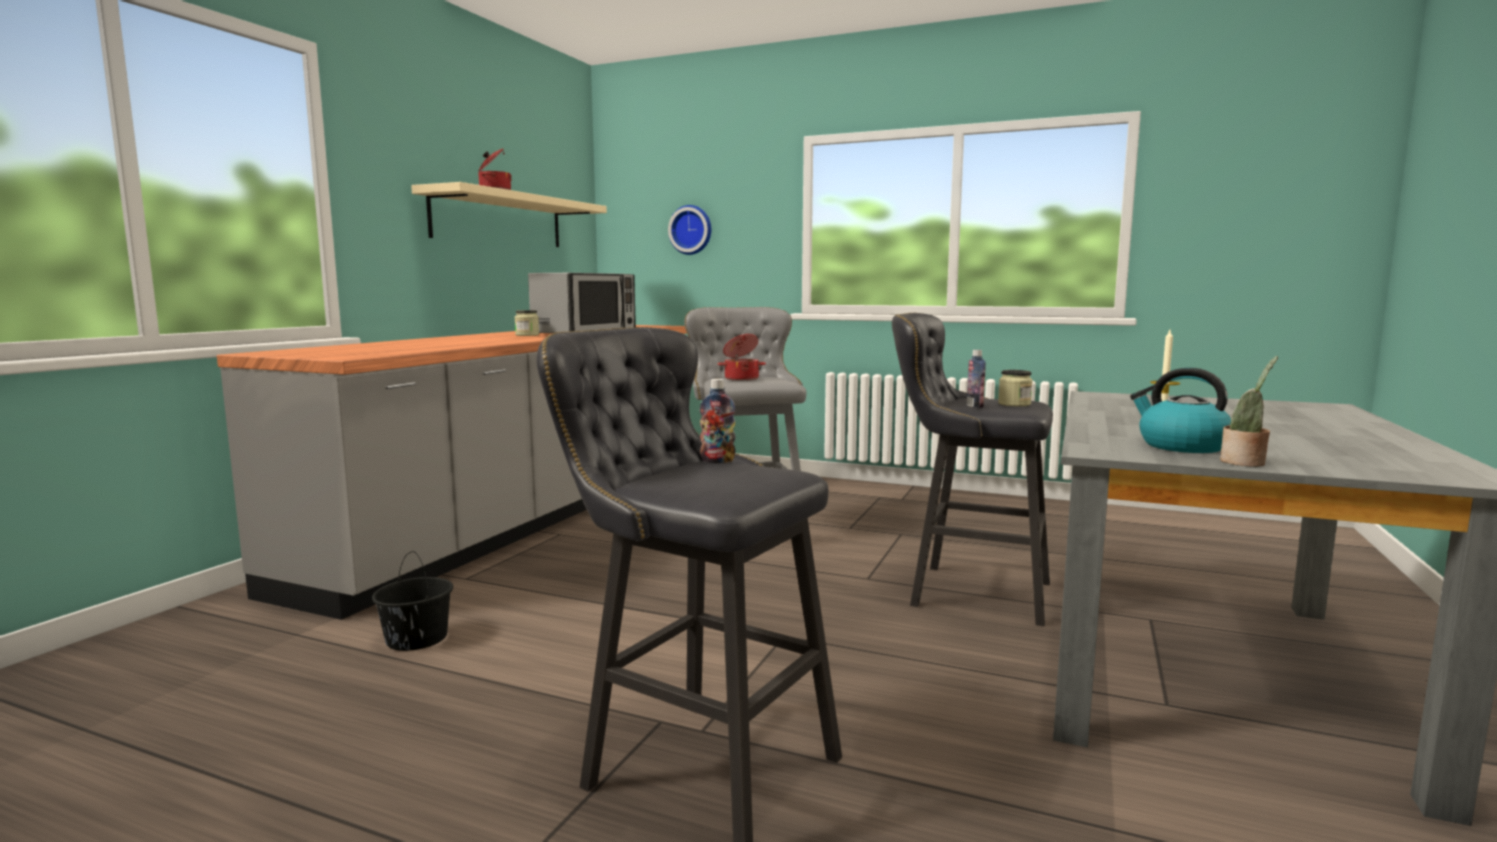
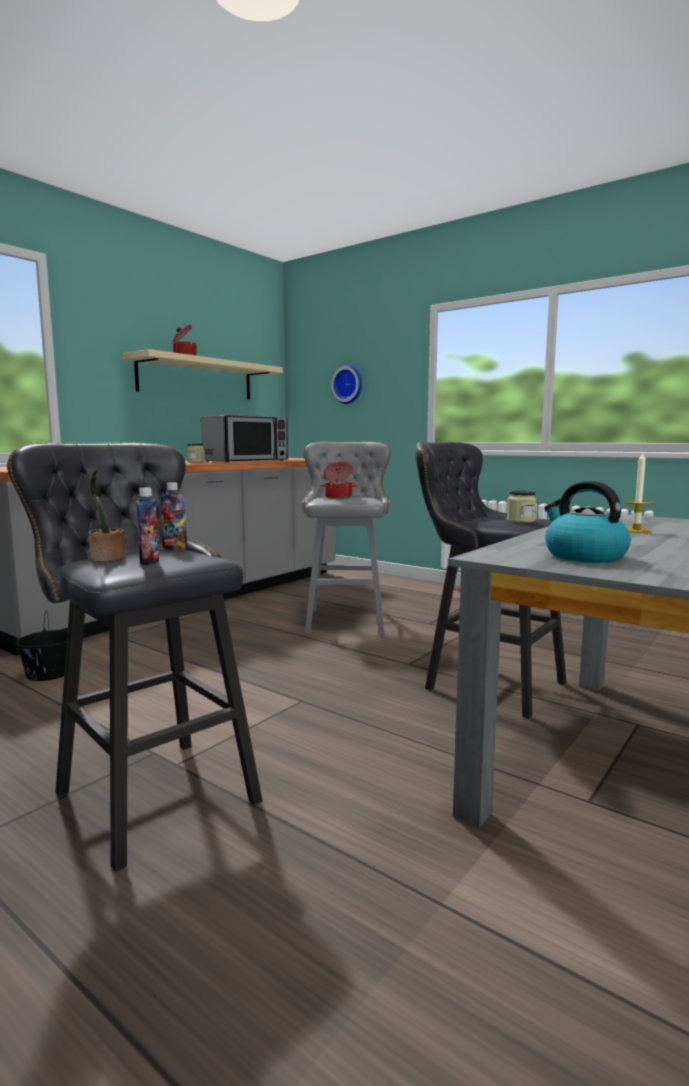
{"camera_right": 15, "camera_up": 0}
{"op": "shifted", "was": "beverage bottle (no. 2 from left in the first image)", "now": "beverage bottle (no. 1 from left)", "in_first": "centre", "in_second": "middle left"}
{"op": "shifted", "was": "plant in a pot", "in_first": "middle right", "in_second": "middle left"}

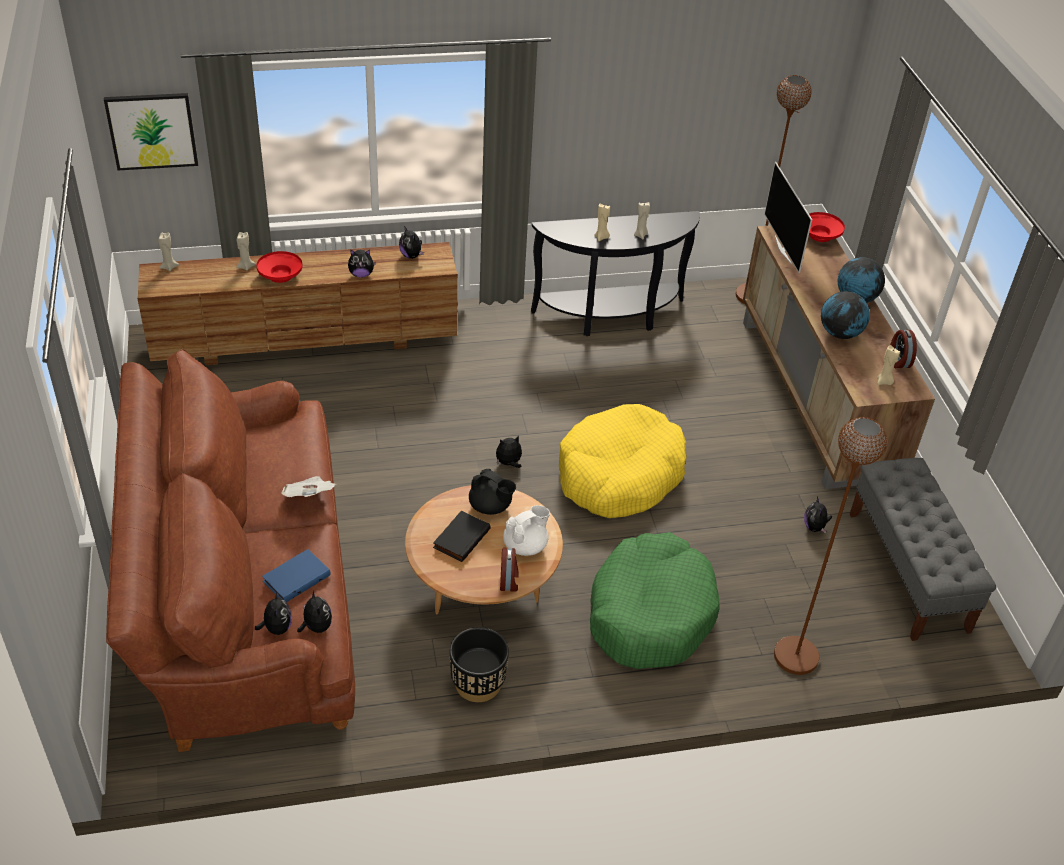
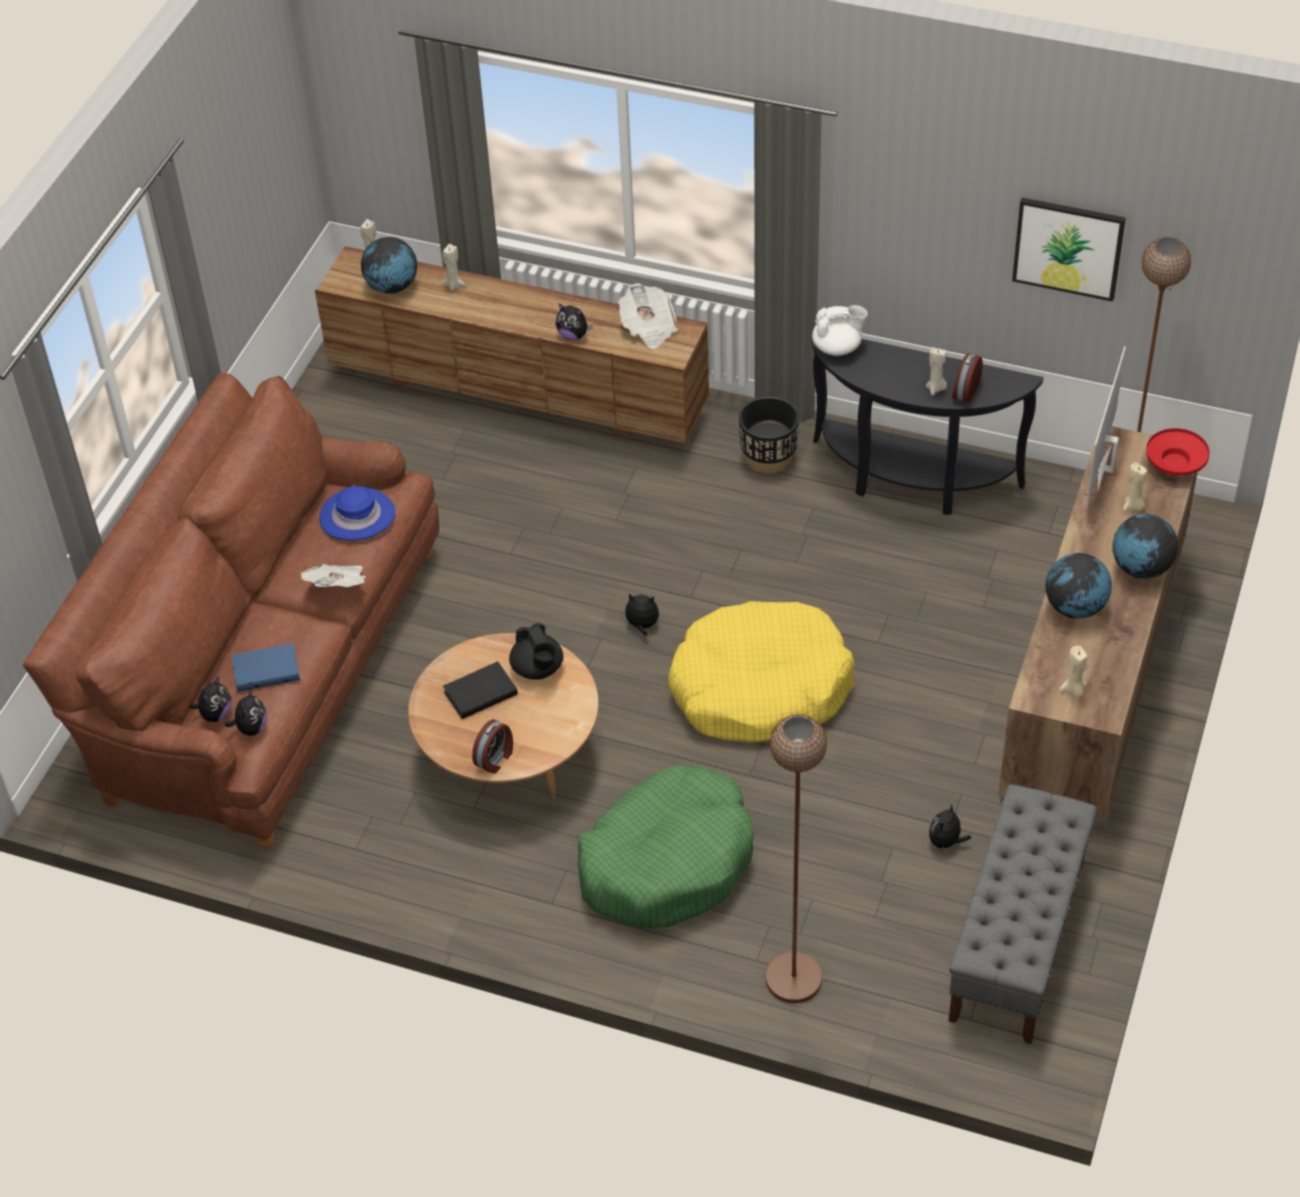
{"camera_right": 35, "camera_up": 5}
{"op": "gone", "was": "bowl in red-coloured (no. 1 from left)", "in_first": "top left"}
{"op": "new", "now": "clothing hat in blue-coloured", "in_second": "middle left"}
{"op": "new", "now": "desk globe (no. 1 from left)", "in_second": "top left"}
{"op": "shifted", "was": "wall picture", "in_first": "top left", "in_second": "top right"}
{"op": "shifted", "was": "flower pot in black-coloured", "in_first": "bottom centre", "in_second": "centre"}
{"op": "shifted", "was": "teapot in whitish", "in_first": "centre", "in_second": "top centre"}
{"op": "shifted", "was": "wax light in sand-coloured (no. 3 from left in the first image)", "now": "wax light in sand-coloured (no. 5 from left)", "in_first": "top centre", "in_second": "middle right"}
{"op": "shifted", "was": "table clock (no. 2 from left)", "in_first": "middle right", "in_second": "top right"}
{"op": "swapped", "was": "plush toy (no. 4 from left)", "now": "printed paper (no. 2 from left)", "in_first": "top centre", "in_second": "top centre"}

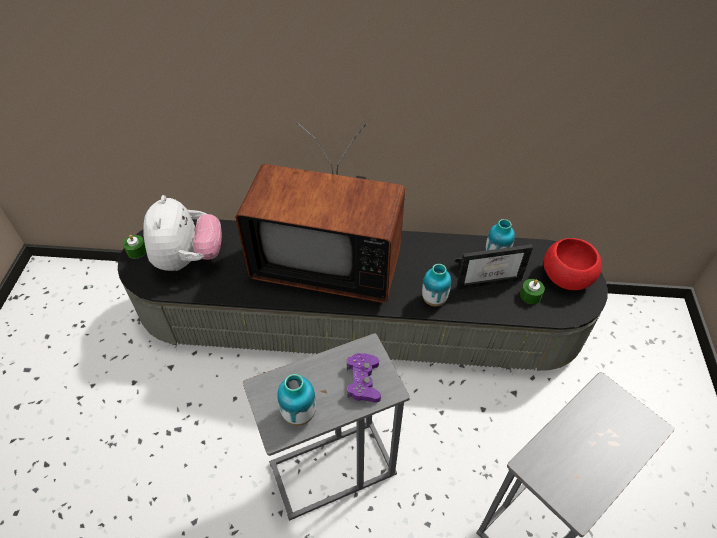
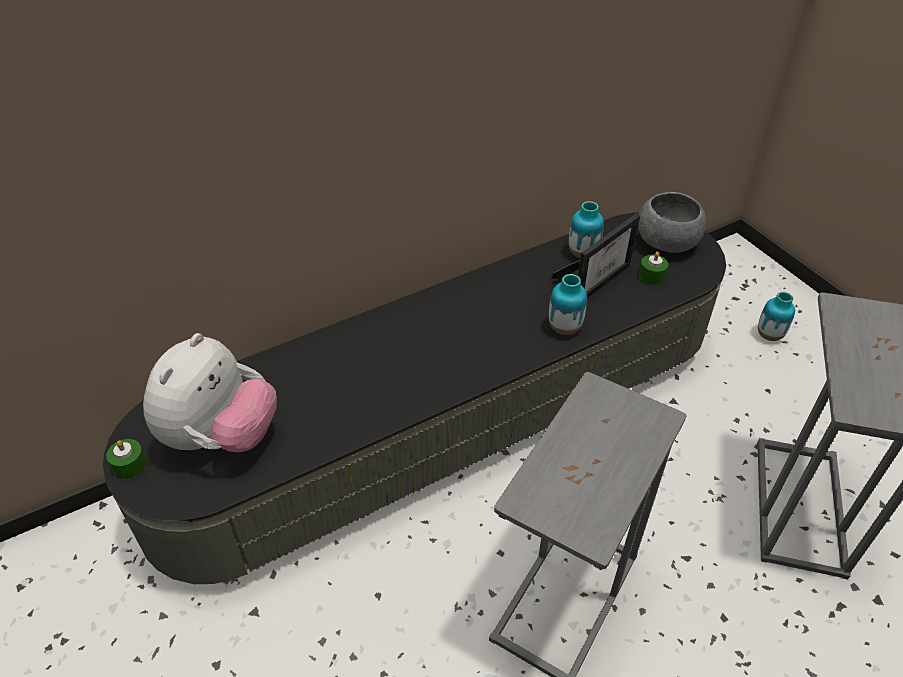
{"camera_right": -35, "camera_up": -5}
{"op": "gone", "was": "television", "in_first": "centre"}
{"op": "gone", "was": "game controller in purplish", "in_first": "bottom centre"}
{"op": "shifted", "was": "decorative vase (no. 1 from left in the first image)", "now": "decorative vase (no. 3 from left)", "in_first": "bottom centre", "in_second": "middle right"}
{"op": "repainted", "was": "bowl in red-coloured", "now": "bowl in grey", "in_first": "middle right", "in_second": "top right"}
{"op": "rotated", "was": "plush toy", "in_first": "middle left", "in_second": "middle left", "clockwise": 60}

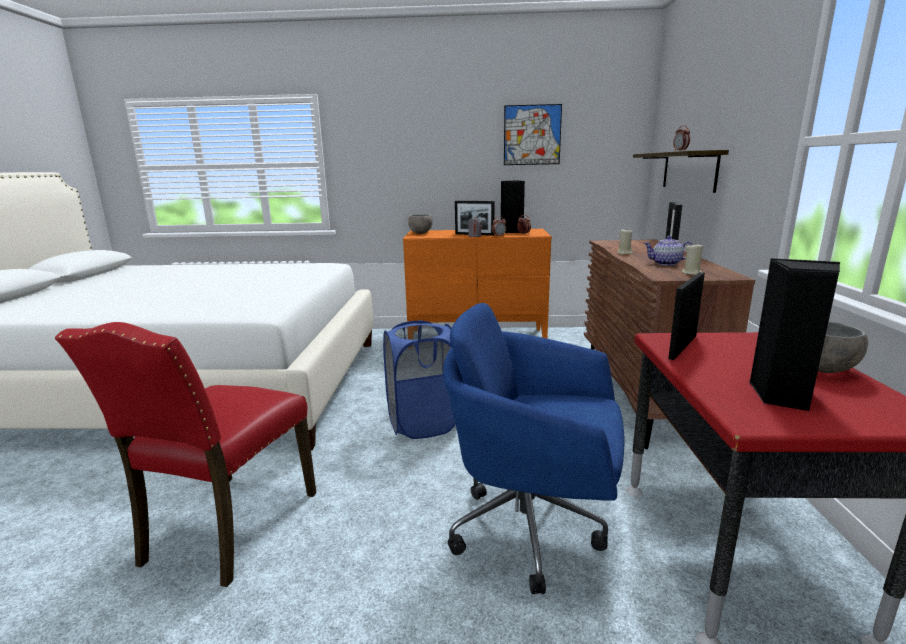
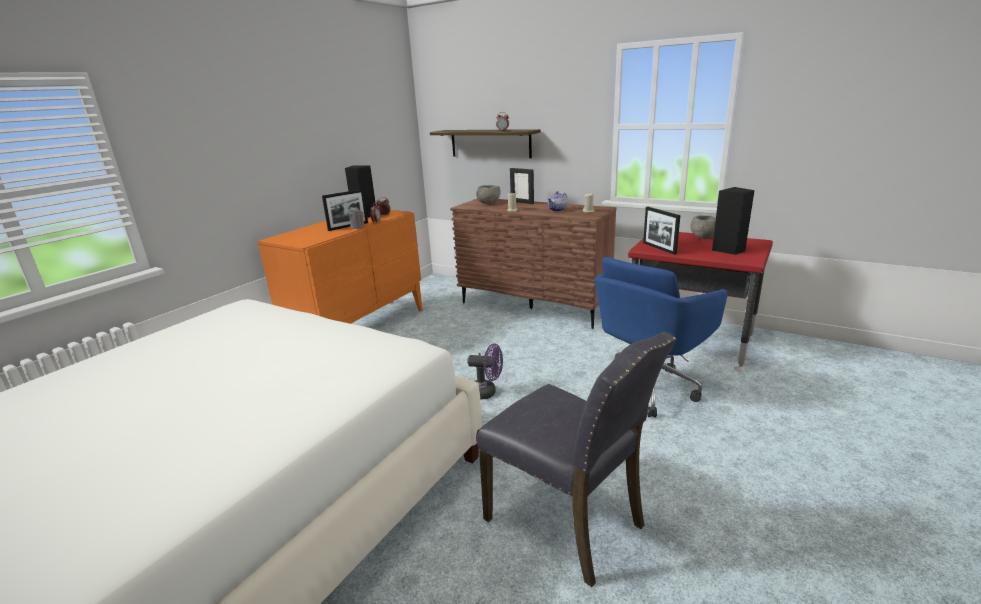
{"camera_right": -60, "camera_up": 5}
{"op": "gone", "was": "wall picture", "in_first": "top centre"}
{"op": "shifted", "was": "bowl in grey (no. 1 from left)", "in_first": "centre", "in_second": "top centre"}
{"op": "swapped", "was": "hamper in blue-coloured", "now": "electric fan in purplish", "in_first": "centre", "in_second": "centre"}
{"op": "repainted", "was": "upright chair in red-coloured", "now": "upright chair in grey", "in_first": "bottom left", "in_second": "bottom centre"}

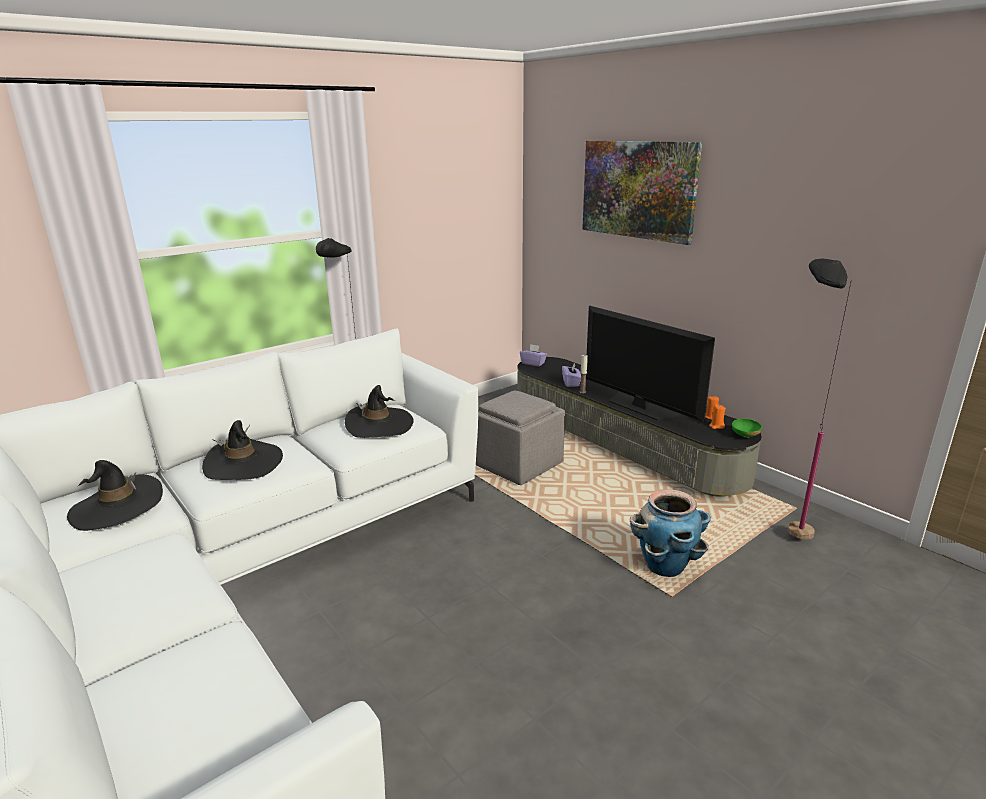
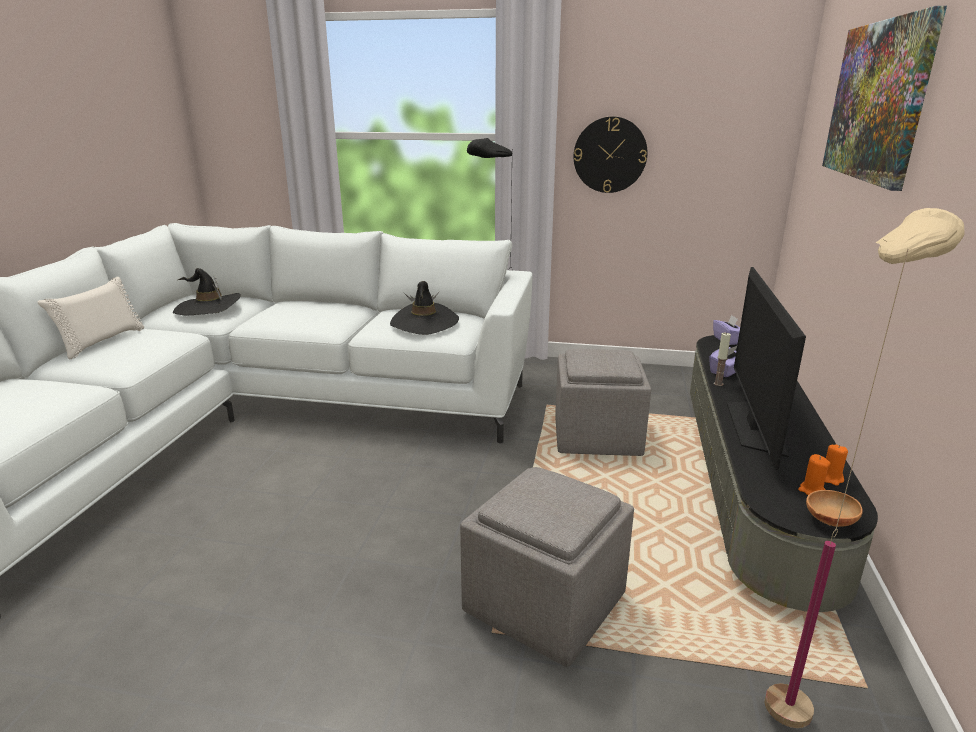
{"camera_right": 50, "camera_up": 0}
{"op": "gone", "was": "clothing hat in black-coloured (no. 2 from left)", "in_first": "middle left"}
{"op": "new", "now": "cushion in whitish", "in_second": "middle left"}
{"op": "new", "now": "clock on the wall", "in_second": "top centre"}
{"op": "swapped", "was": "flower pot", "now": "ottoman in grey (no. 1 from left)", "in_first": "bottom right", "in_second": "bottom centre"}
{"op": "repainted", "was": "bowl in green-coloured", "now": "bowl in brownish", "in_first": "middle right", "in_second": "bottom right"}
{"op": "repainted", "was": "floor lamp in black-coloured (no. 2 from left)", "now": "floor lamp in sand-coloured", "in_first": "middle right", "in_second": "middle right"}

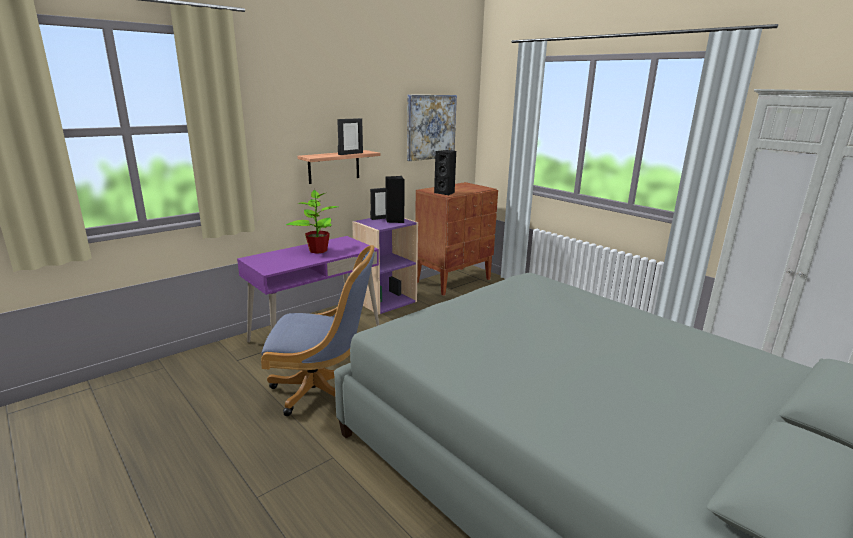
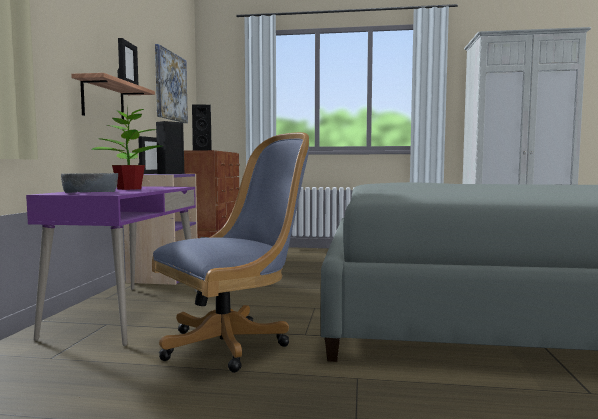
{"camera_right": -40, "camera_up": -15}
{"op": "new", "now": "bowl in grey", "in_second": "middle left"}

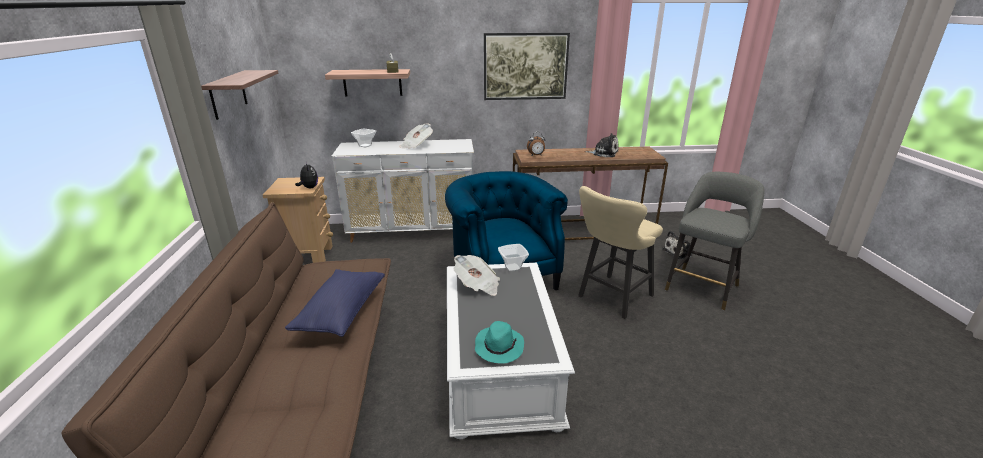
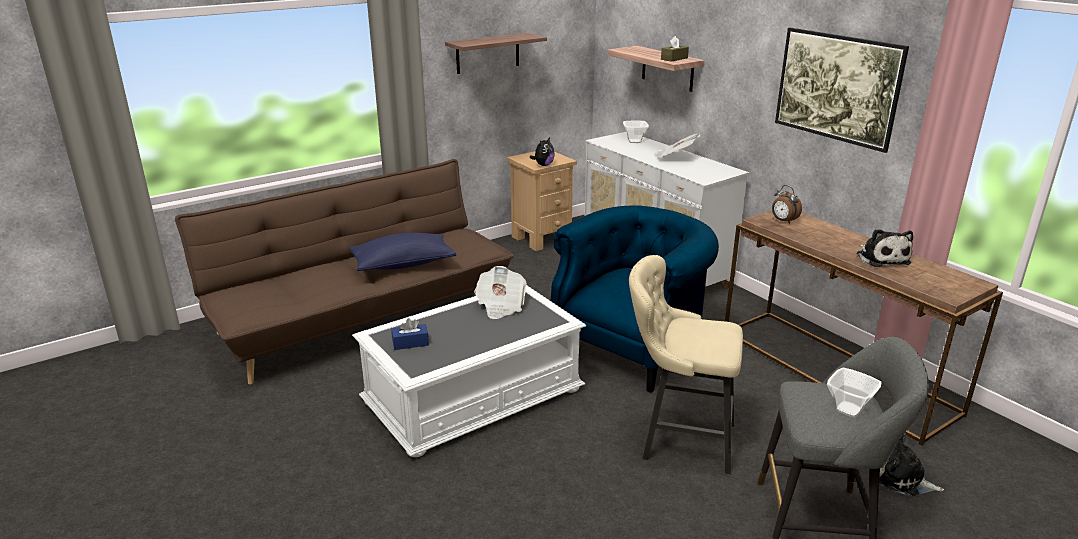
{"camera_right": 60, "camera_up": 0}
{"op": "shifted", "was": "bowl (no. 2 from left)", "in_first": "centre", "in_second": "bottom right"}
{"op": "swapped", "was": "clothing hat in turquoise", "now": "box of tissues in blue-coloured", "in_first": "bottom centre", "in_second": "centre"}

